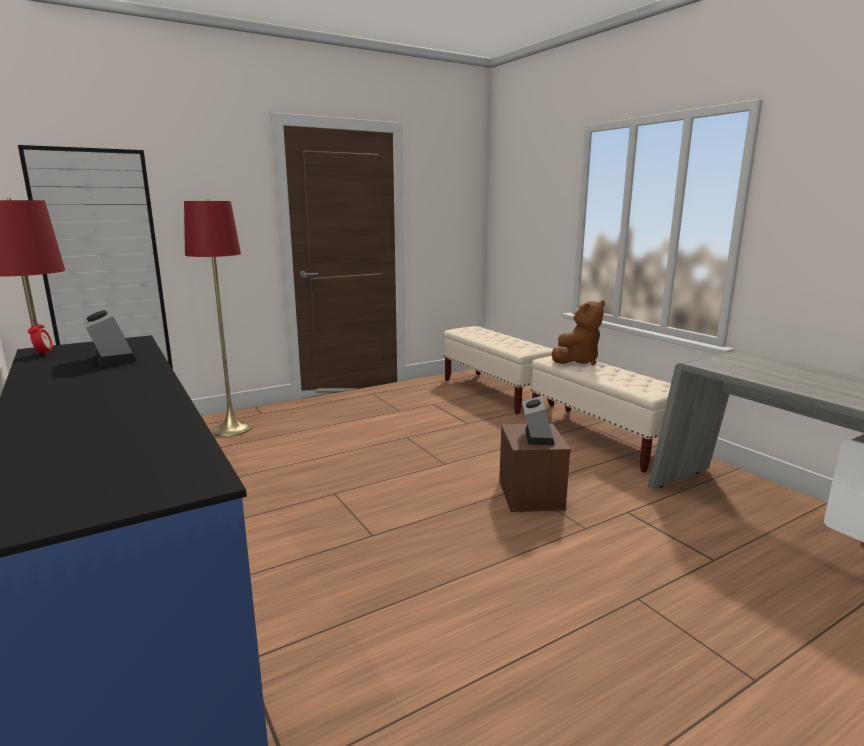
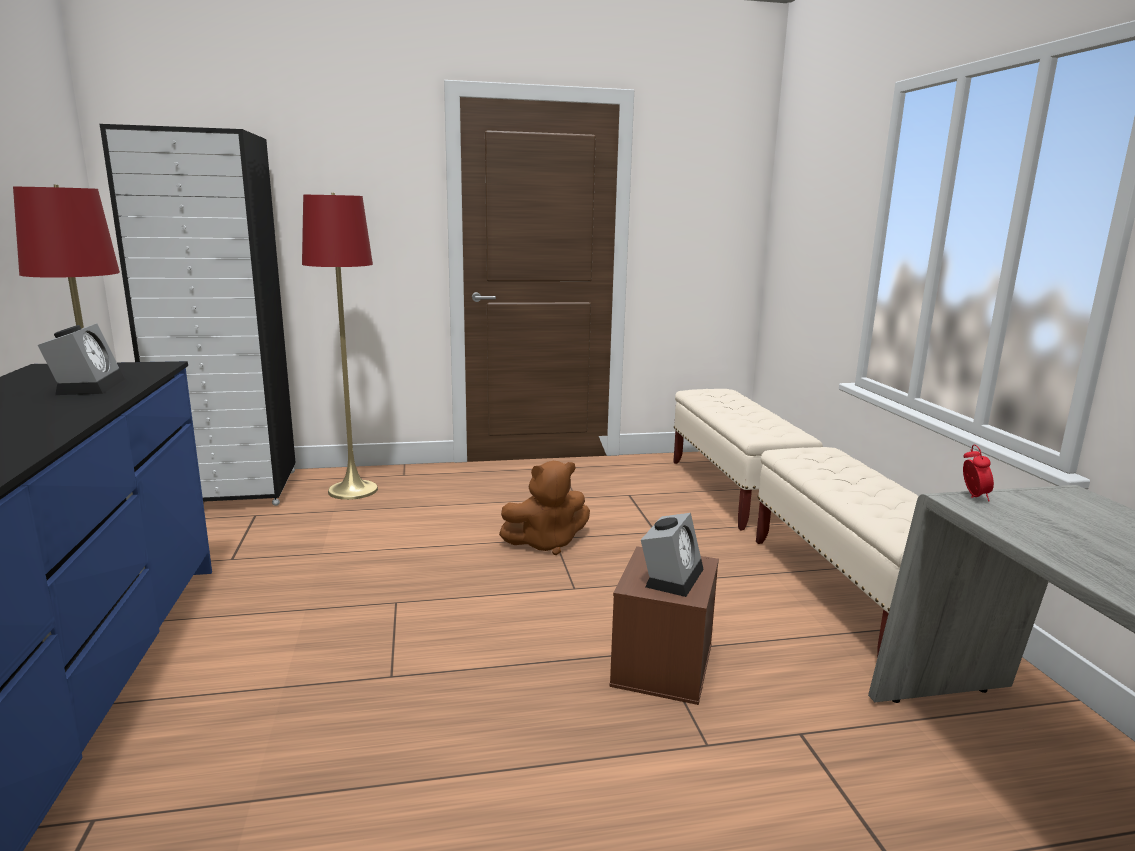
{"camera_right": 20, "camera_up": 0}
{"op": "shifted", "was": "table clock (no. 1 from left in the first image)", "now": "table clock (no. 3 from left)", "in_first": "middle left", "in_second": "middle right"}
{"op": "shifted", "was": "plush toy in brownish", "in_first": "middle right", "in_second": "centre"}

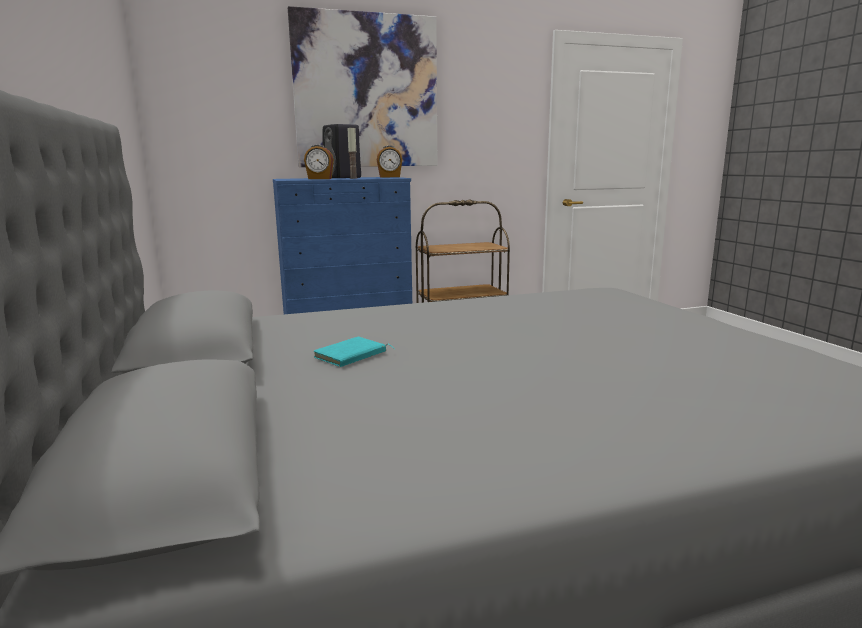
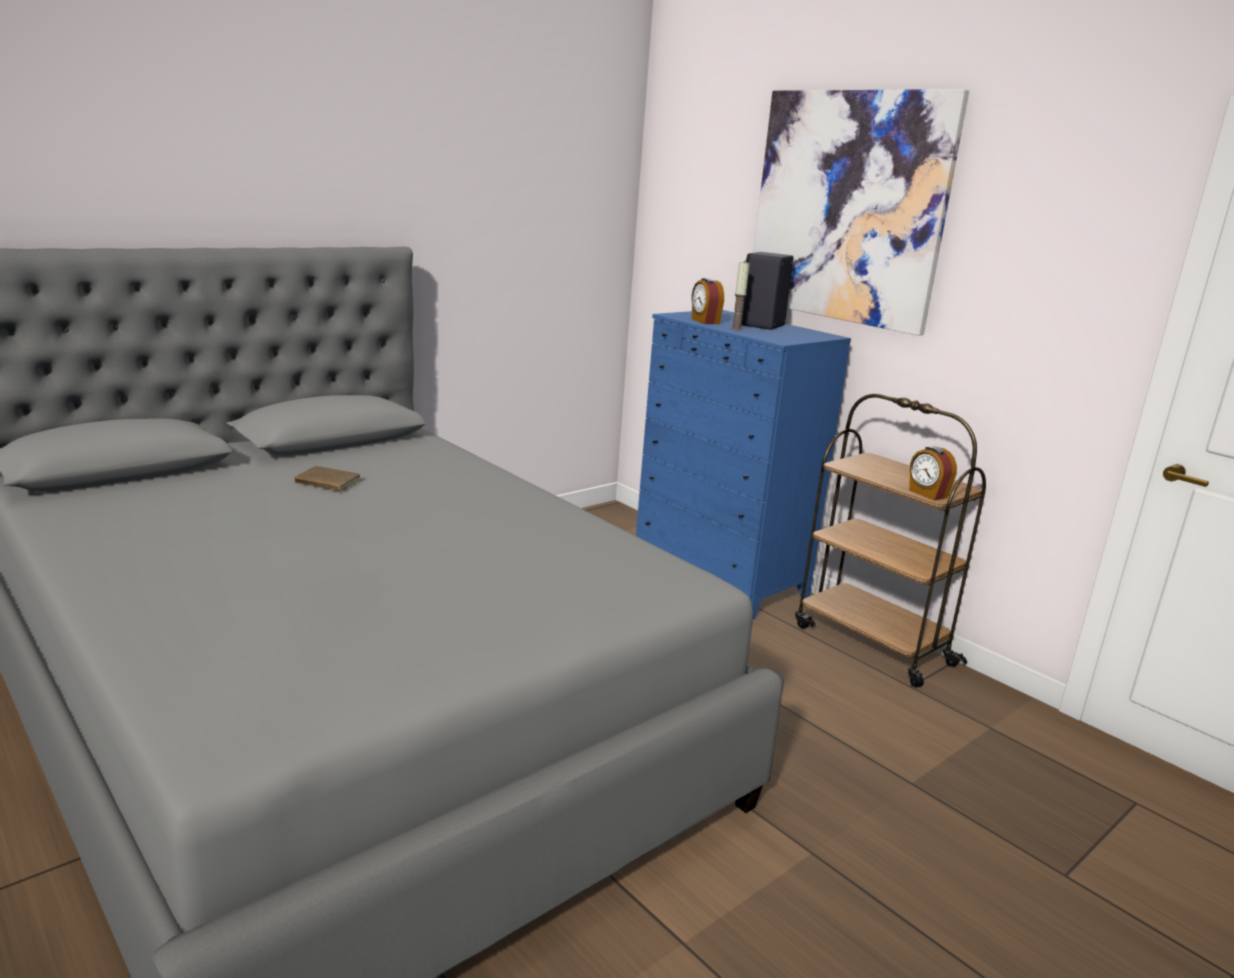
{"camera_right": 65, "camera_up": 5}
{"op": "shifted", "was": "table clock (no. 2 from left)", "in_first": "top centre", "in_second": "middle right"}
{"op": "repainted", "was": "volume in turquoise", "now": "volume in brownish", "in_first": "centre", "in_second": "middle left"}

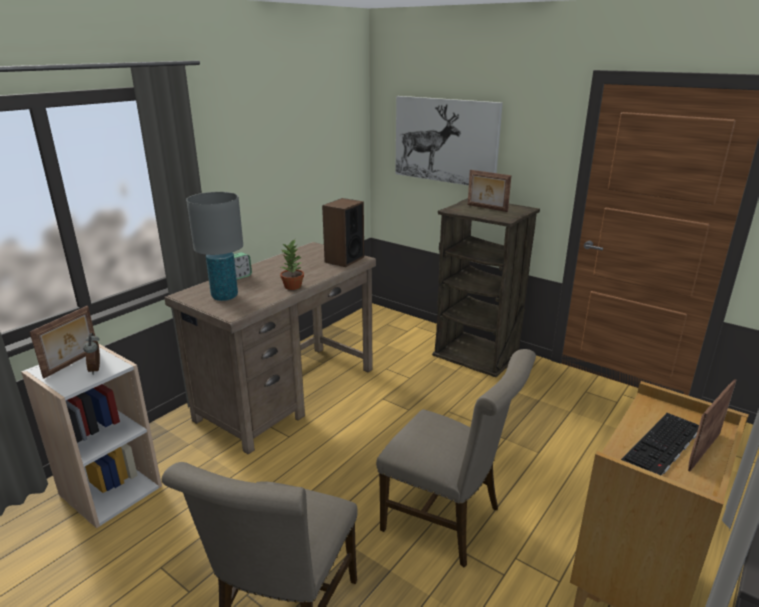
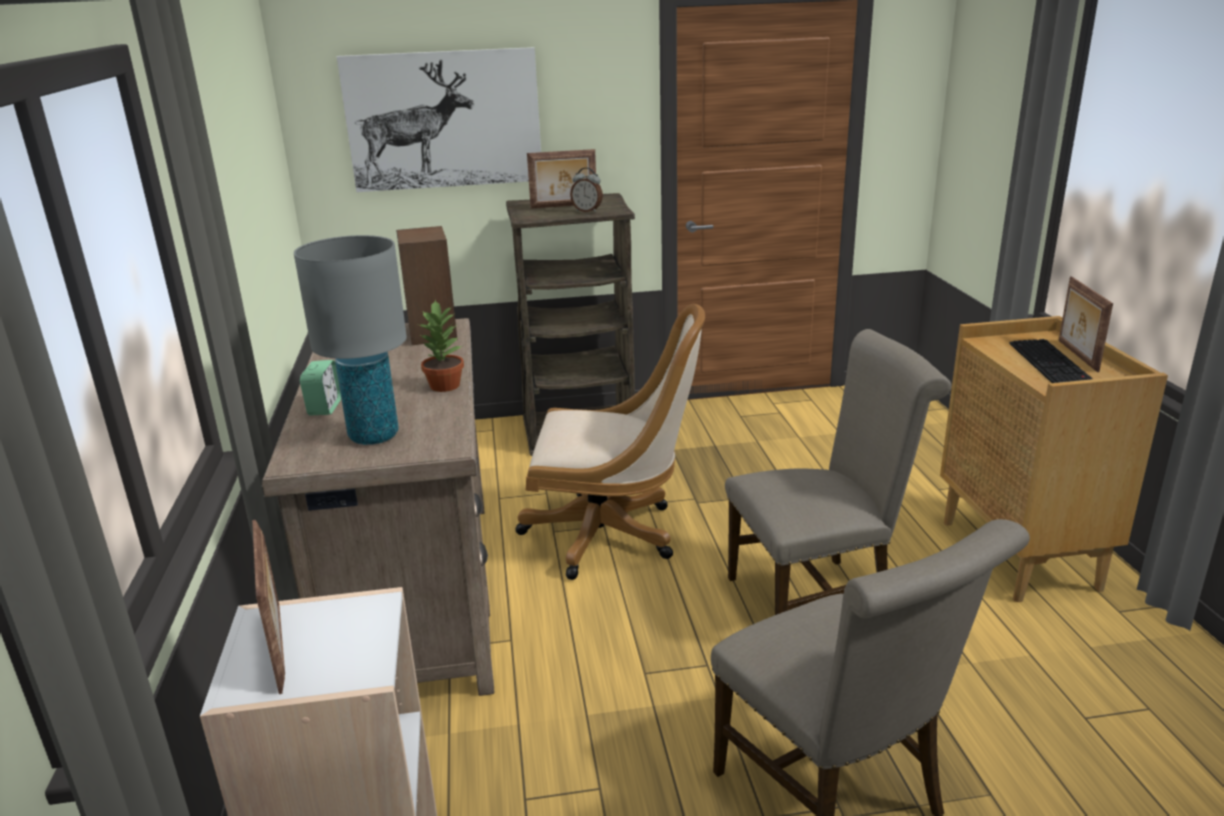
{"camera_right": -45, "camera_up": 0}
{"op": "new", "now": "desk chair", "in_second": "centre"}
{"op": "shifted", "was": "table clock (no. 1 from left in the first image)", "now": "table clock (no. 2 from left)", "in_first": "middle left", "in_second": "top centre"}

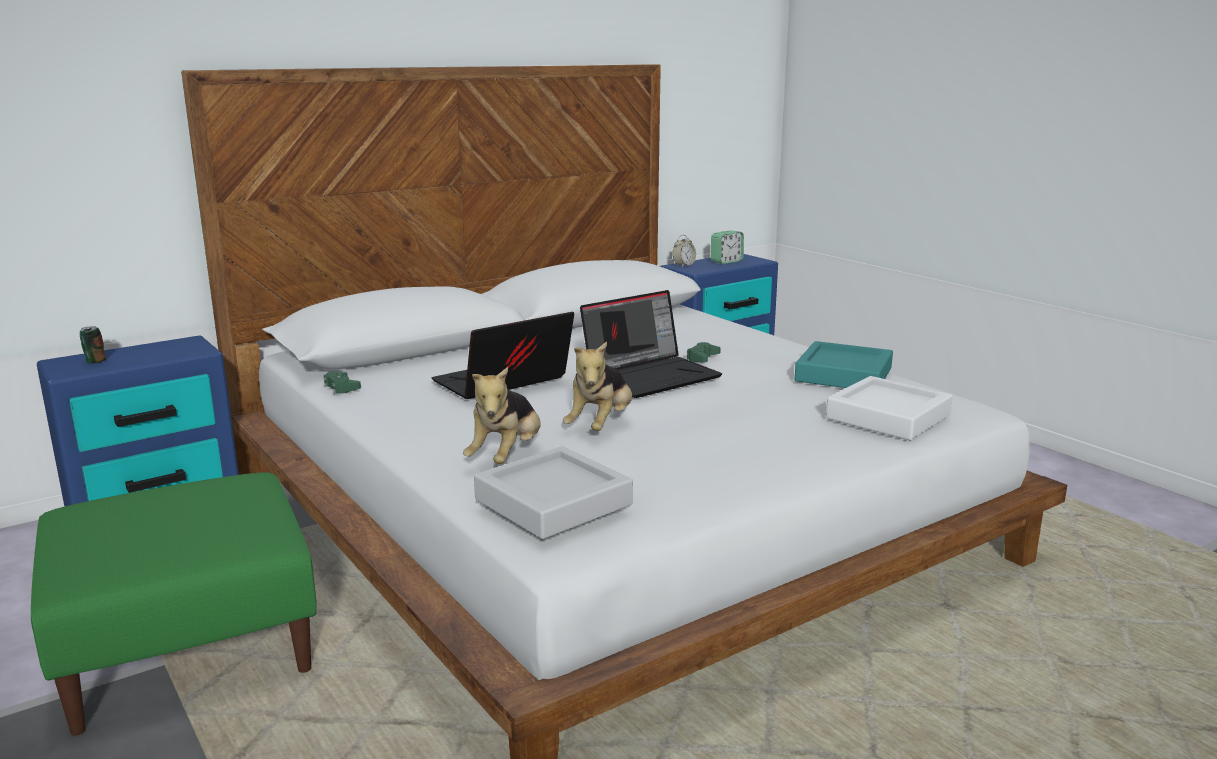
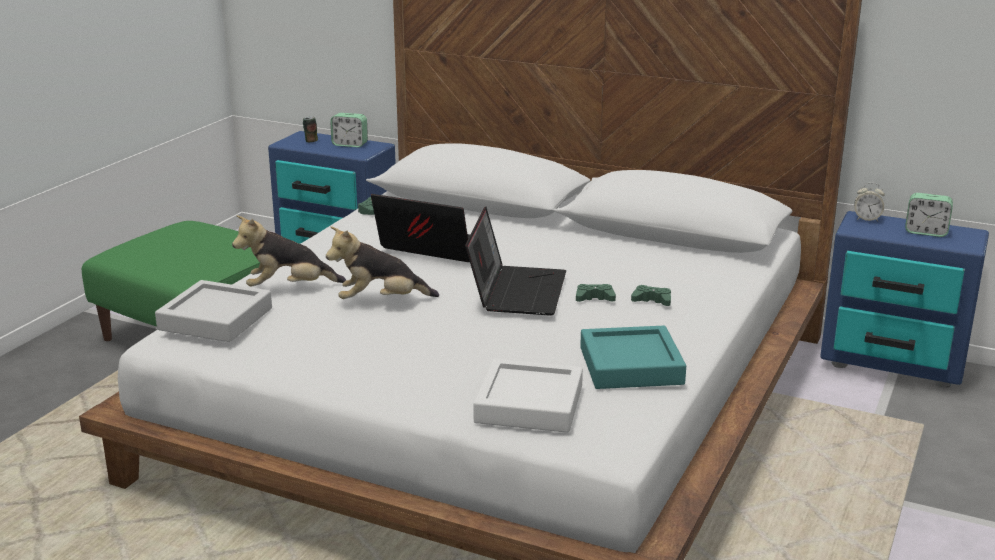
{"camera_right": 60, "camera_up": 5}
{"op": "new", "now": "table clock (no. 1 from left)", "in_second": "top centre"}
{"op": "new", "now": "game controller in green-coloured (no. 3 from left)", "in_second": "centre"}
{"op": "rotated", "was": "notebook computer (no. 2 from left)", "in_first": "centre", "in_second": "centre", "clockwise": -105}

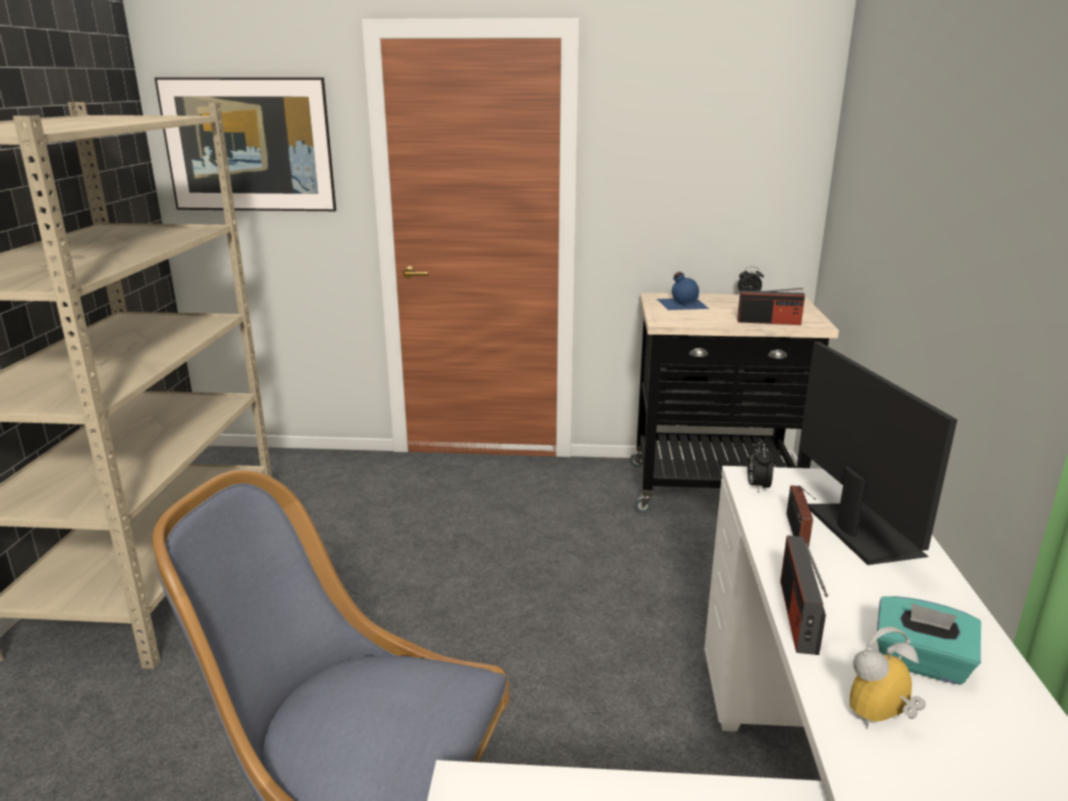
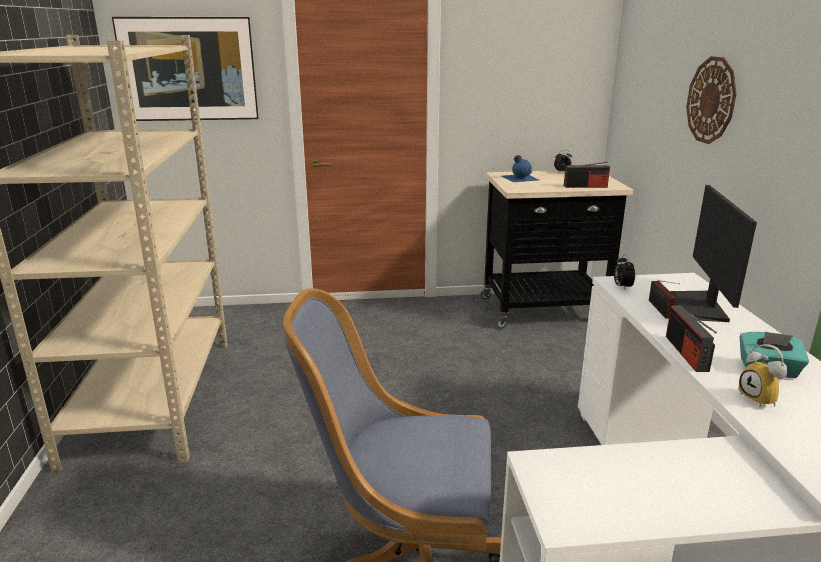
{"camera_right": -10, "camera_up": 0}
{"op": "new", "now": "clock on the wall", "in_second": "top right"}
{"op": "rotated", "was": "monitor", "in_first": "middle right", "in_second": "middle right", "clockwise": -150}
{"op": "rotated", "was": "table clock (no. 3 from left)", "in_first": "bottom right", "in_second": "bottom right", "clockwise": -75}

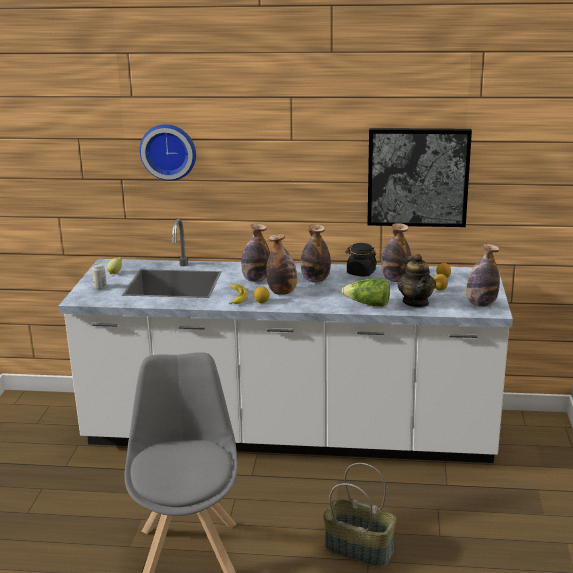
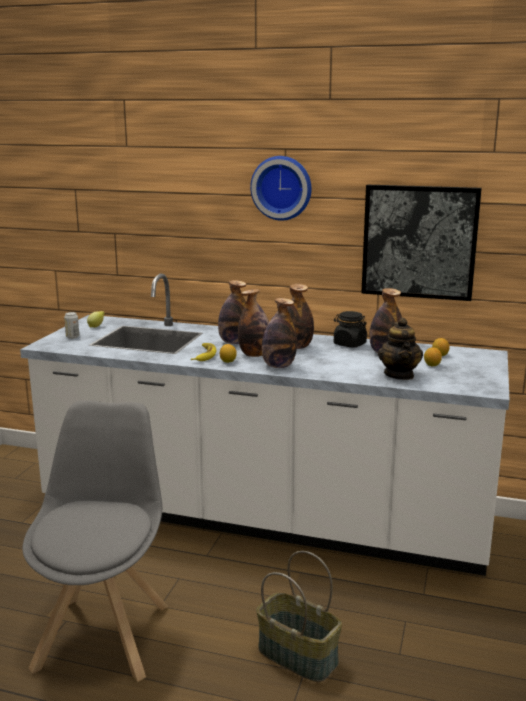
{"camera_right": 10, "camera_up": -5}
{"op": "gone", "was": "lettuce", "in_first": "centre"}
{"op": "shifted", "was": "clock on the wall", "in_first": "top left", "in_second": "top centre"}
{"op": "shifted", "was": "beverage bottle (no. 5 from left in the first image)", "now": "beverage bottle (no. 3 from left)", "in_first": "middle right", "in_second": "centre"}

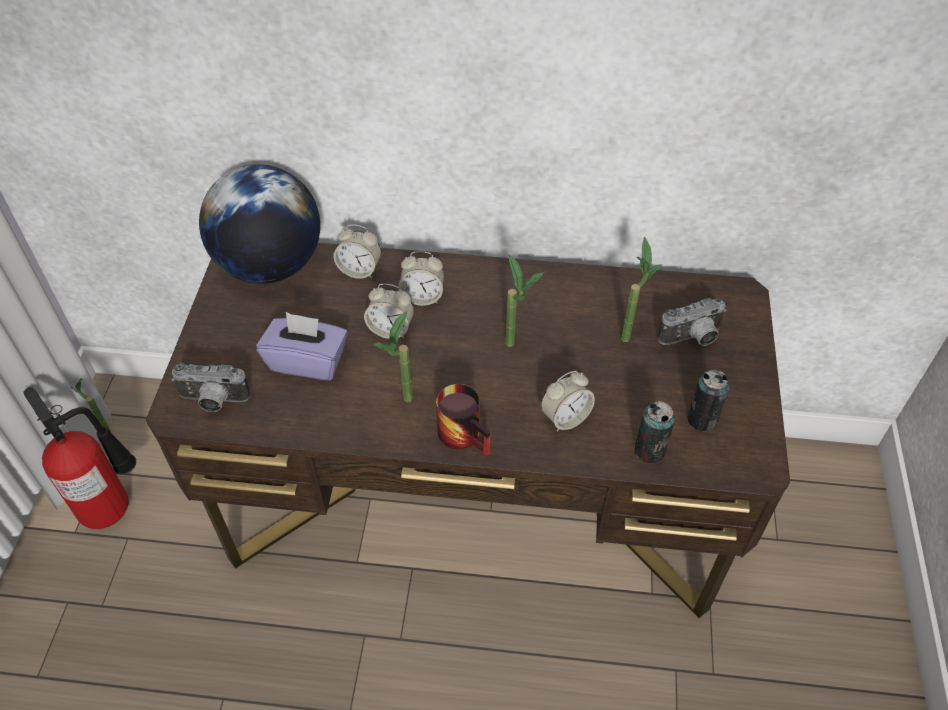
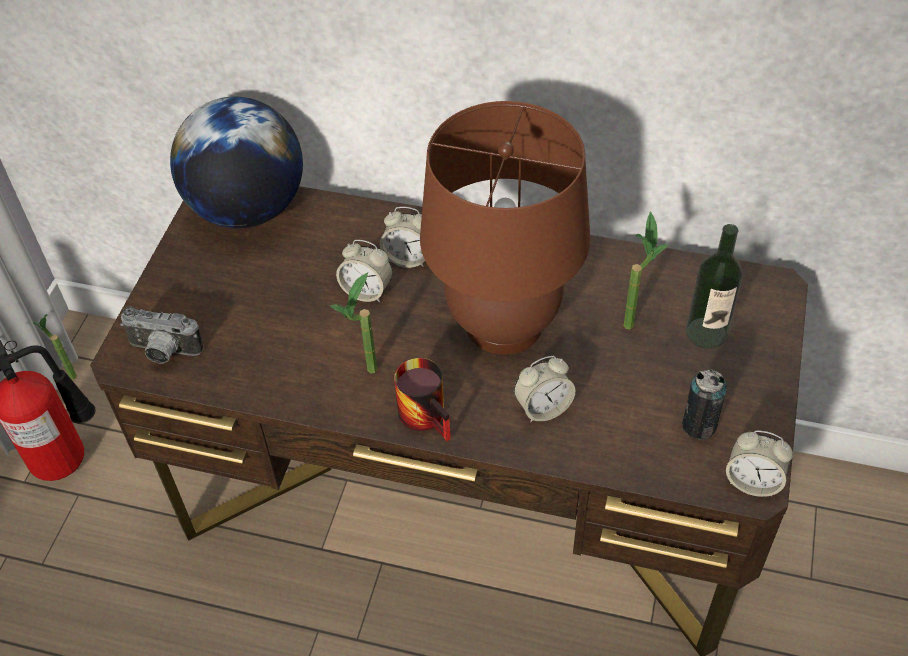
{"camera_right": 10, "camera_up": 0}
{"op": "gone", "was": "box of tissues in purplish", "in_first": "middle left"}
{"op": "gone", "was": "sealed can (no. 1 from left)", "in_first": "middle right"}
{"op": "shifted", "was": "table clock (no. 1 from left in the first image)", "now": "table clock (no. 4 from left)", "in_first": "centre", "in_second": "bottom right"}
{"op": "swapped", "was": "plant in a pot (no. 3 from left)", "now": "lamp for a table in brownish", "in_first": "centre", "in_second": "centre"}
{"op": "swapped", "was": "photo camera (no. 2 from left)", "now": "beverage bottle", "in_first": "middle right", "in_second": "middle right"}

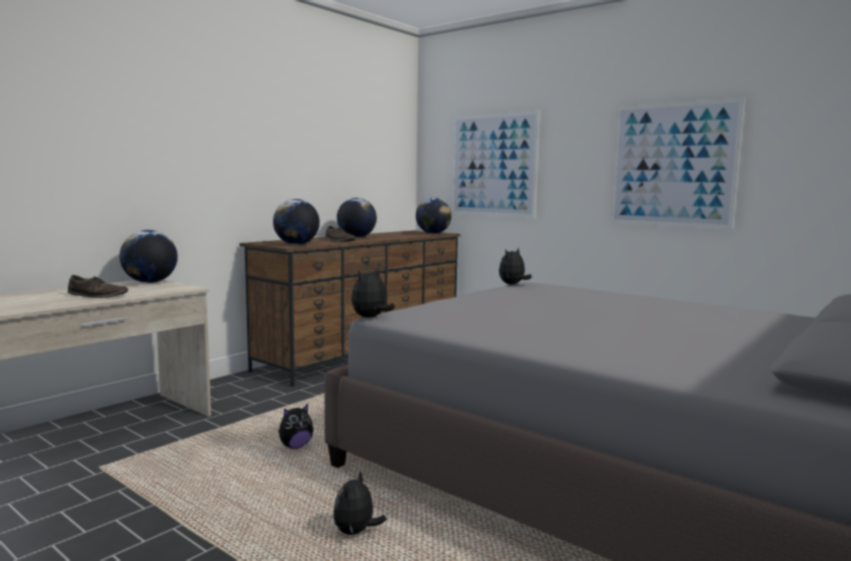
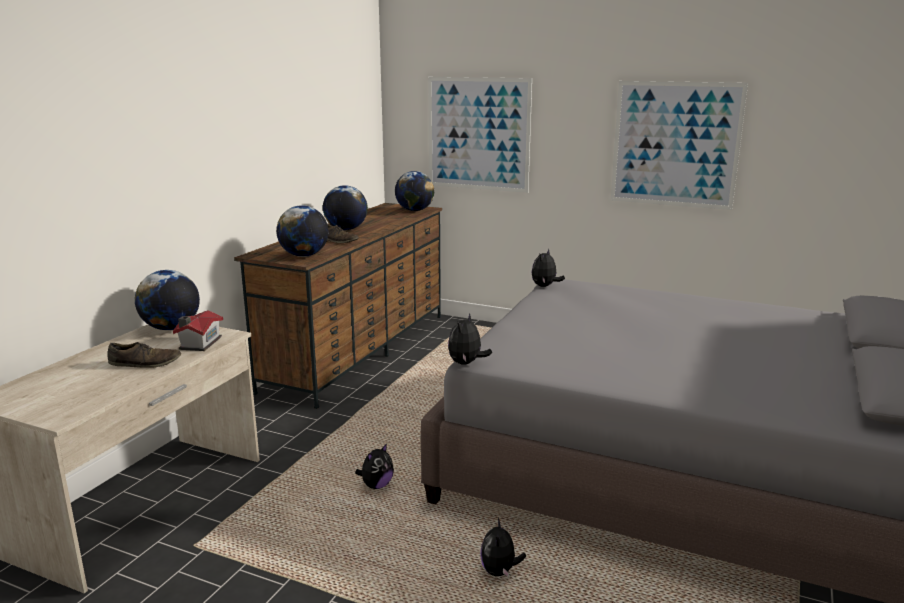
{"camera_right": -15, "camera_up": 10}
{"op": "new", "now": "model house", "in_second": "middle left"}

